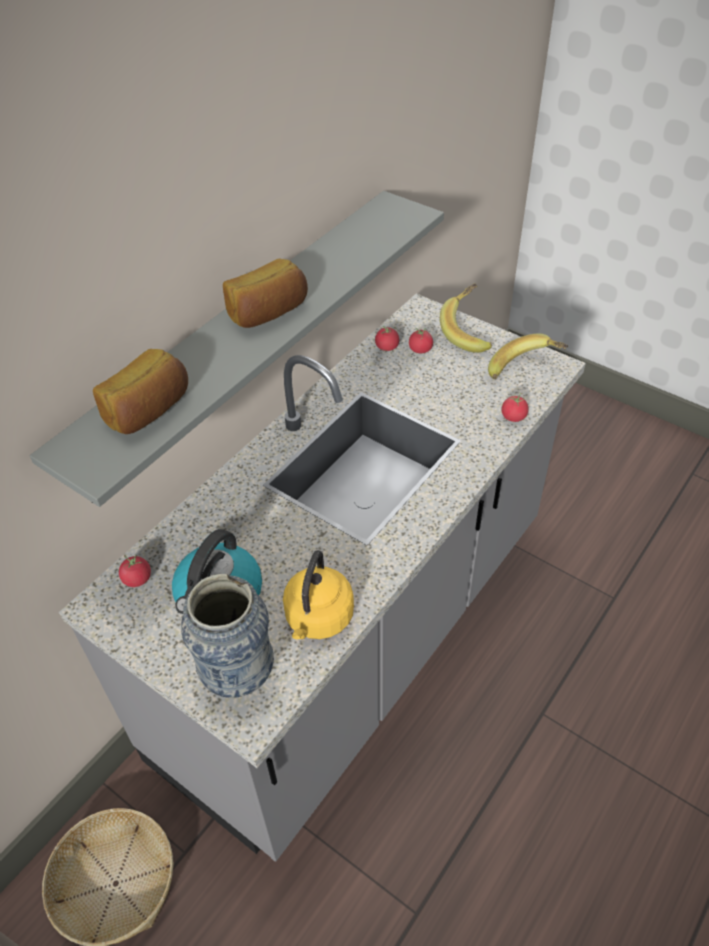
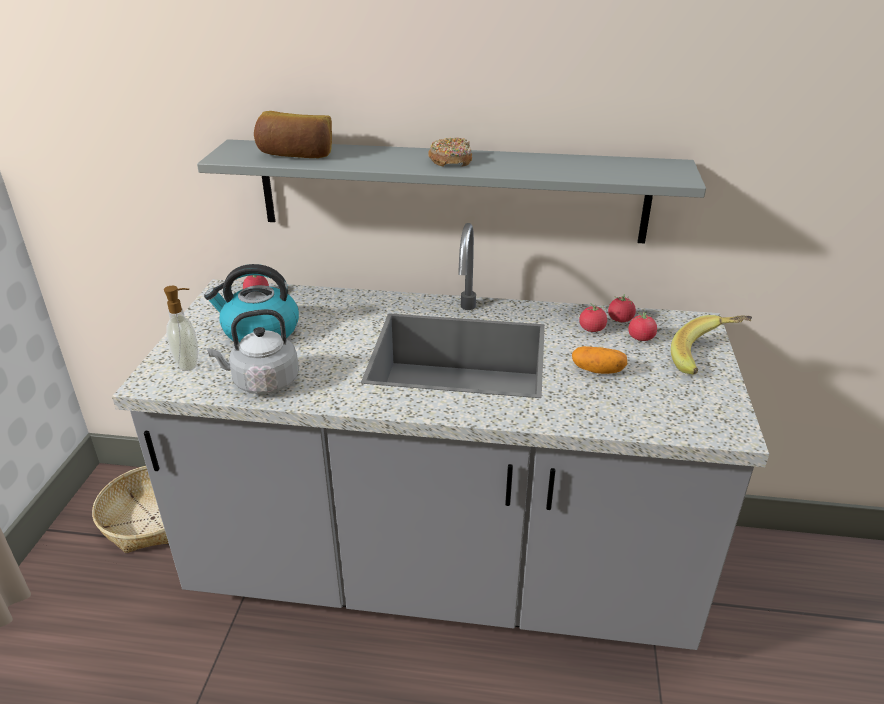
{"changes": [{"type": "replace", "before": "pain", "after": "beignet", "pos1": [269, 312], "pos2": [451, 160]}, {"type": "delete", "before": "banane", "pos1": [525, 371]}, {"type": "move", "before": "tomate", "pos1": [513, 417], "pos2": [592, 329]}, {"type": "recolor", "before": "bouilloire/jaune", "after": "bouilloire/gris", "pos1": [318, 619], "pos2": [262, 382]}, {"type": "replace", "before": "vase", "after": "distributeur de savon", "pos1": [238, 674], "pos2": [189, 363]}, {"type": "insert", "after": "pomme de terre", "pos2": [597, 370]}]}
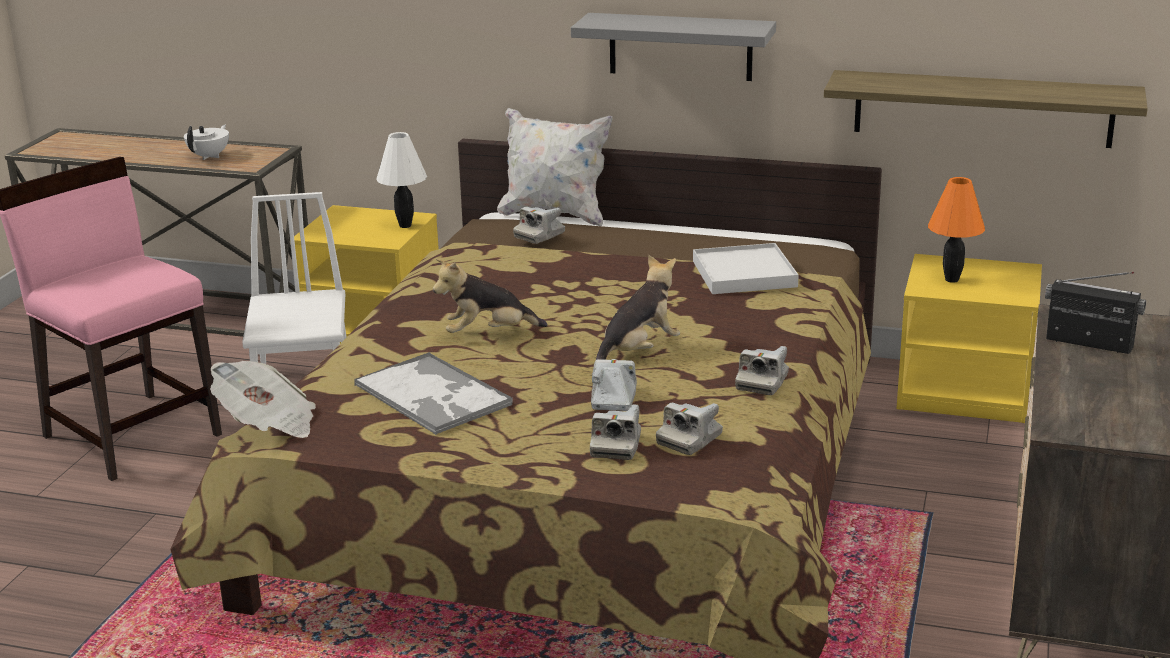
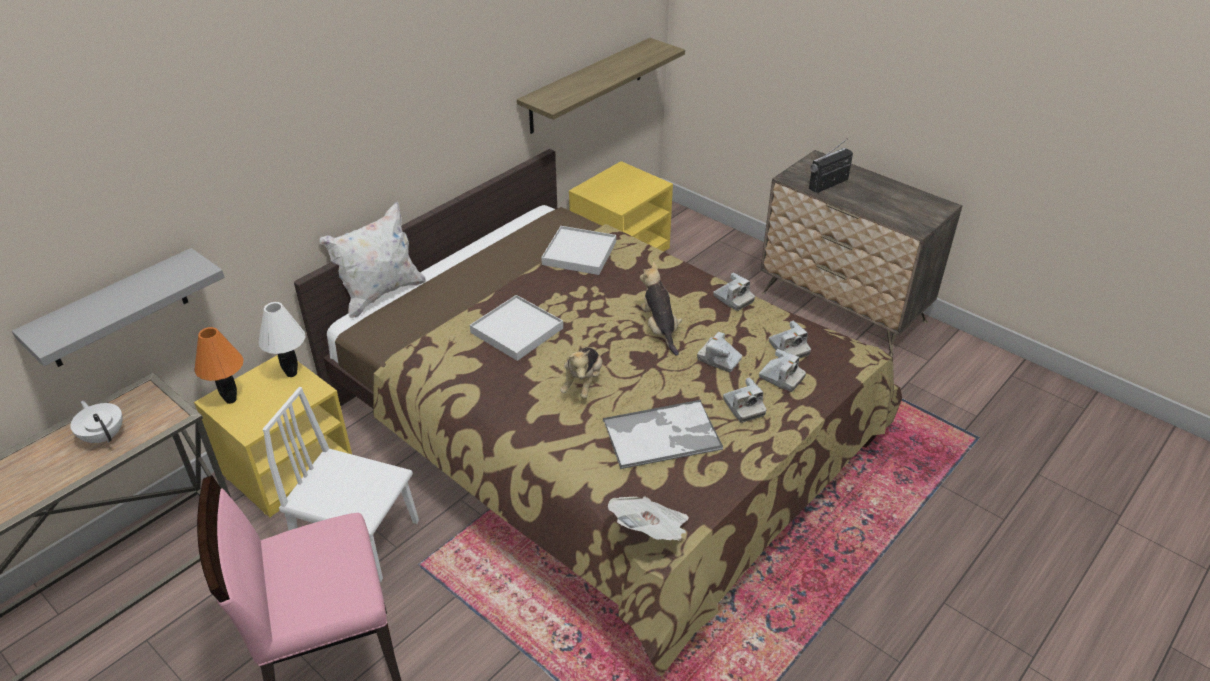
{"changes": [{"type": "move", "before": "étagère/gris", "pos1": [680, 46], "pos2": [115, 310]}, {"type": "move", "before": "lampe de table/orange", "pos1": [952, 280], "pos2": [231, 400]}, {"type": "move", "before": "appareil photo", "pos1": [539, 235], "pos2": [743, 407]}, {"type": "insert", "after": "plateau/blanc", "pos2": [517, 330]}]}
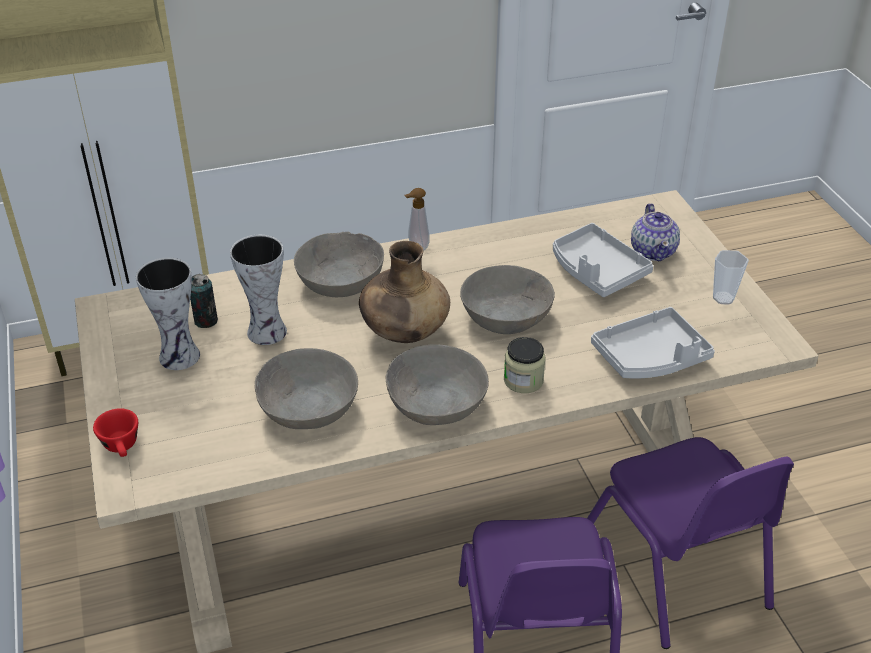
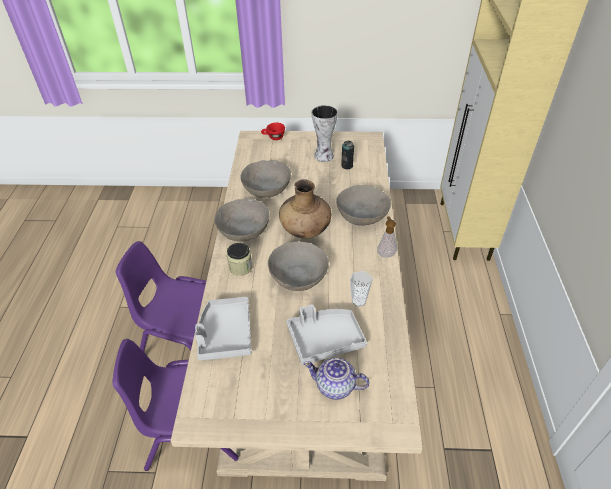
{"changes": [{"type": "delete", "before": "vase", "pos1": [266, 333]}, {"type": "move", "before": "tasse", "pos1": [723, 298], "pos2": [359, 301]}]}
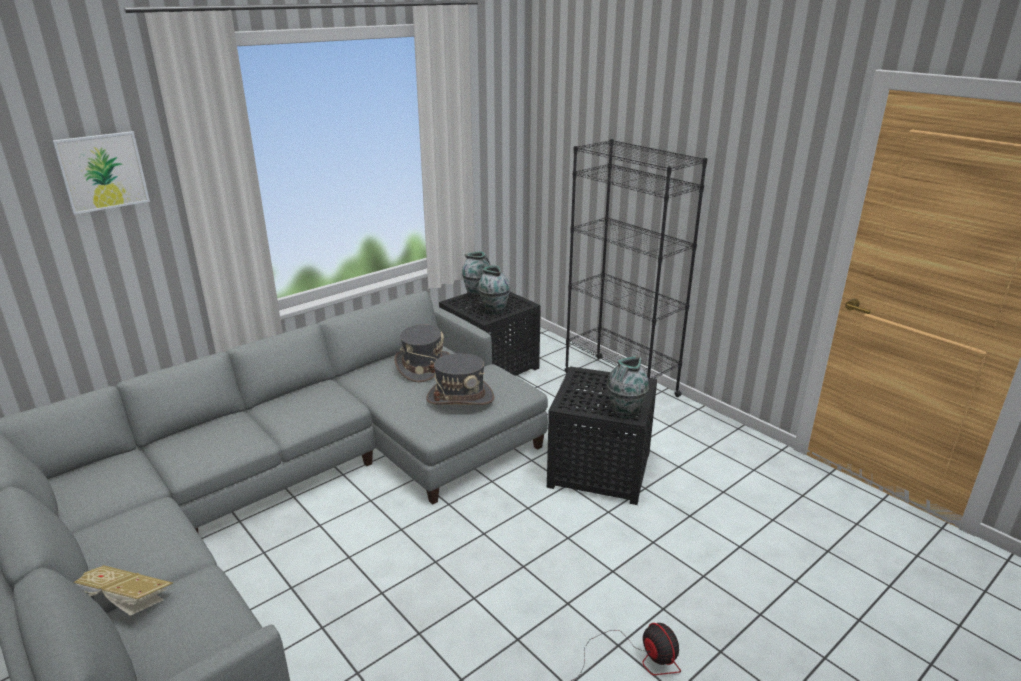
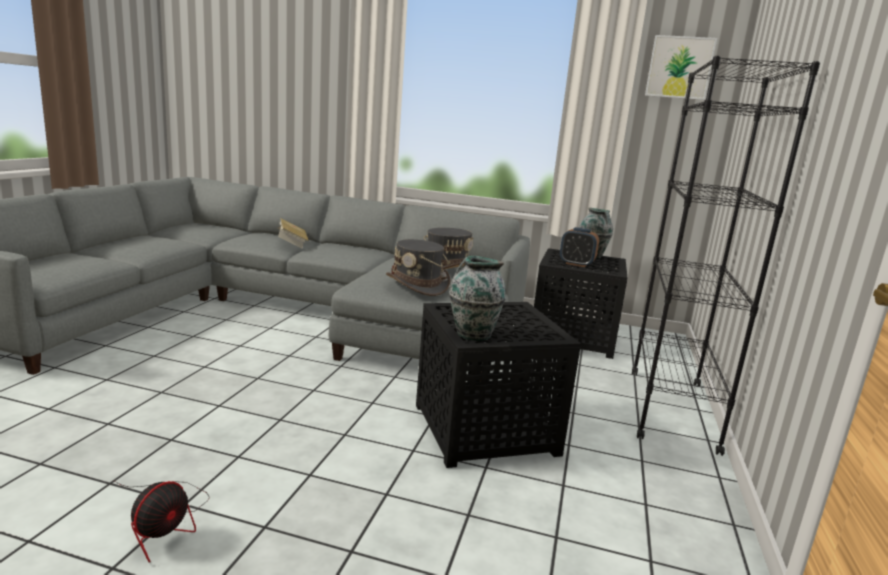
{"changes": [{"type": "move", "before": "tableau", "pos1": [102, 172], "pos2": [679, 67]}, {"type": "replace", "before": "vase", "after": "réveil", "pos1": [494, 309], "pos2": [576, 264]}, {"type": "move", "before": "livre", "pos1": [123, 603], "pos2": [292, 243]}]}
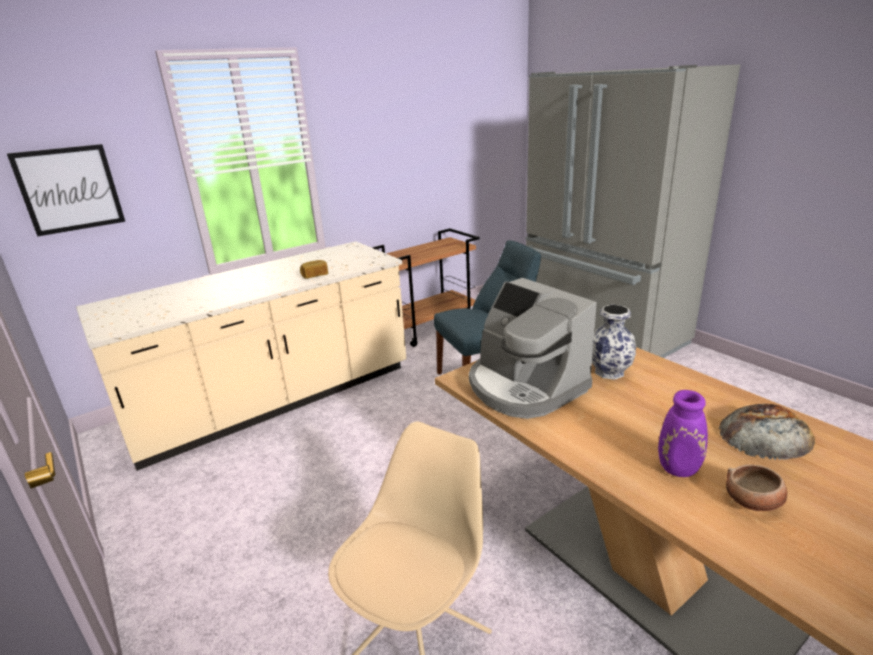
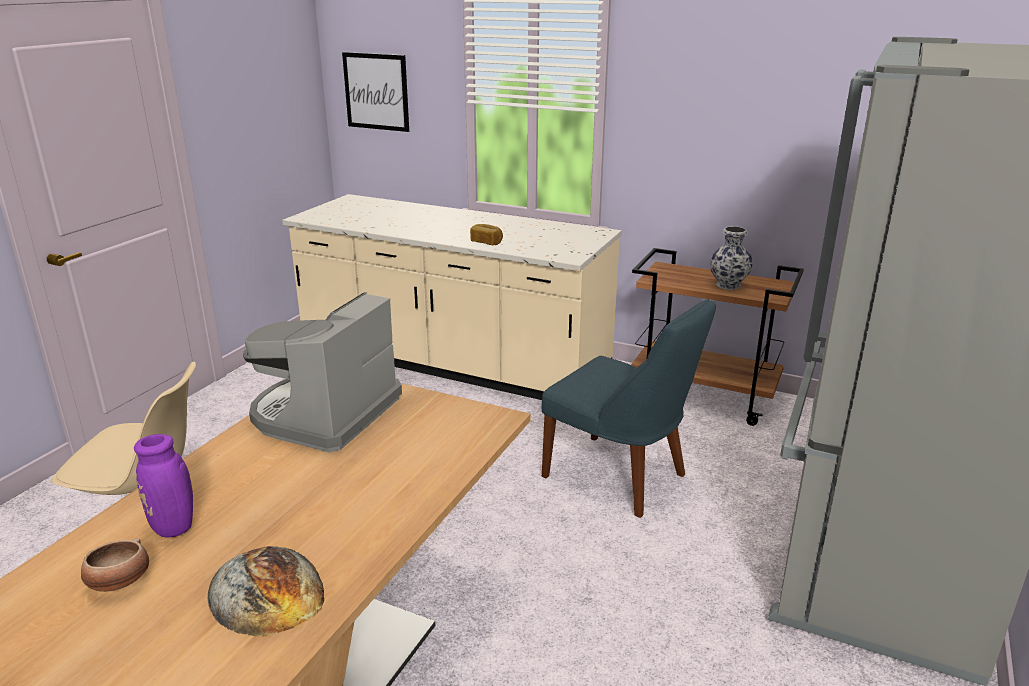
{"changes": [{"type": "move", "before": "vase", "pos1": [610, 372], "pos2": [728, 285]}]}
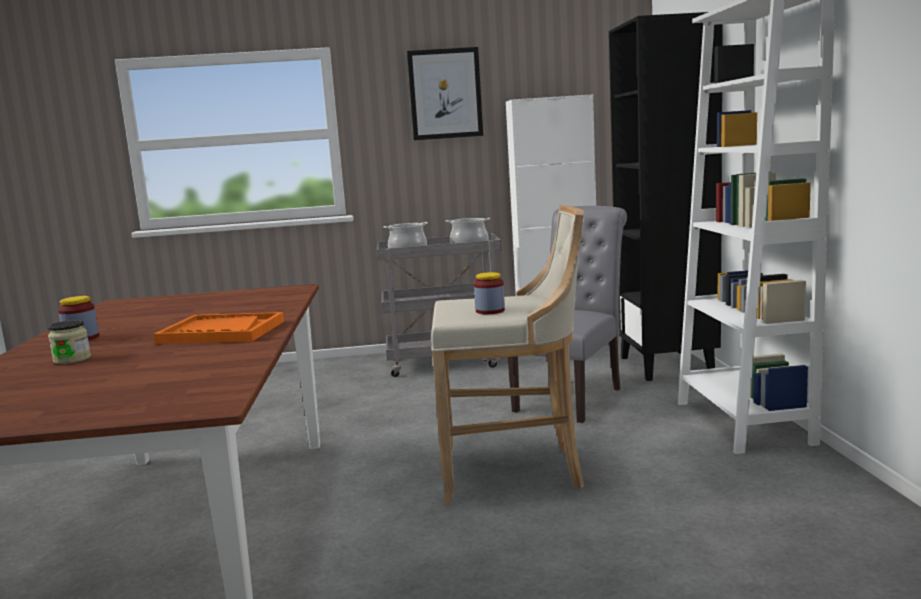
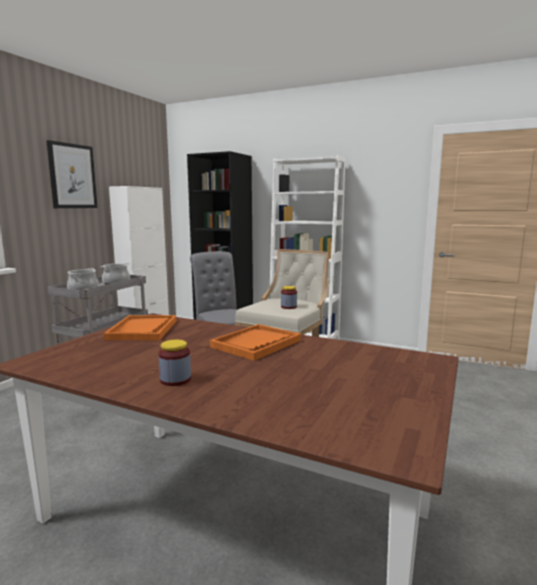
{"changes": [{"type": "delete", "before": "bocal", "pos1": [72, 359]}, {"type": "insert", "after": "plateau/orange", "pos2": [143, 330]}]}
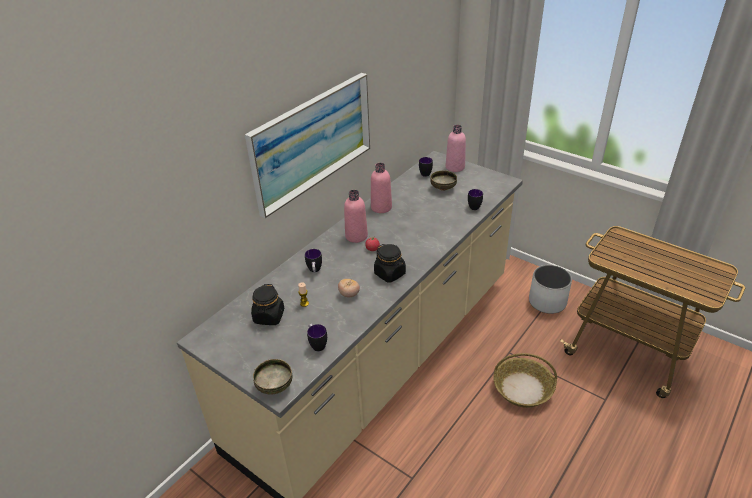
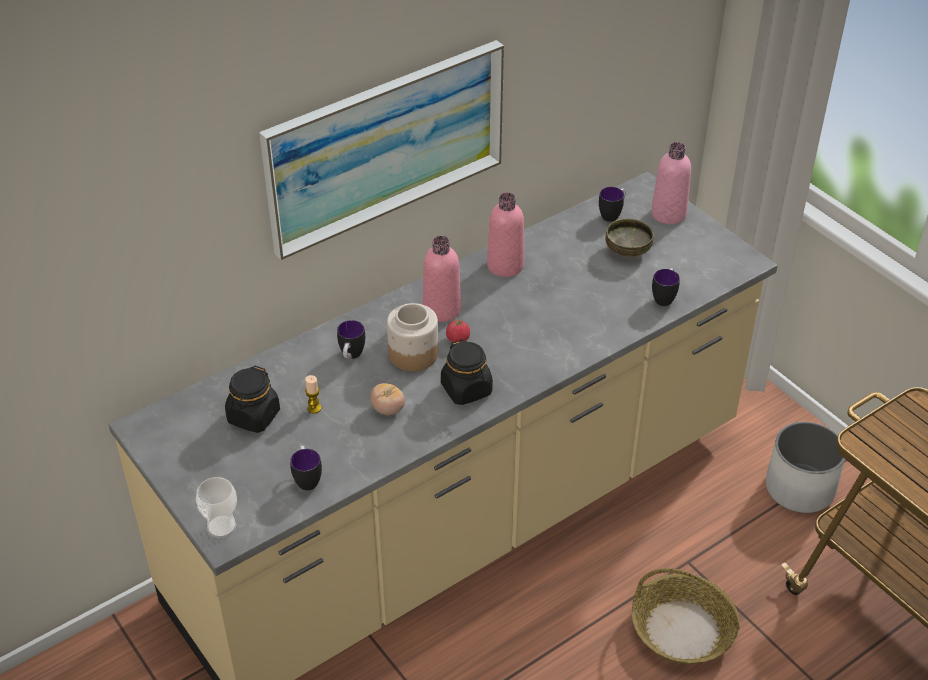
{"changes": [{"type": "replace", "before": "bol", "after": "tasse", "pos1": [274, 386], "pos2": [221, 526]}, {"type": "insert", "after": "bocal", "pos2": [412, 354]}]}
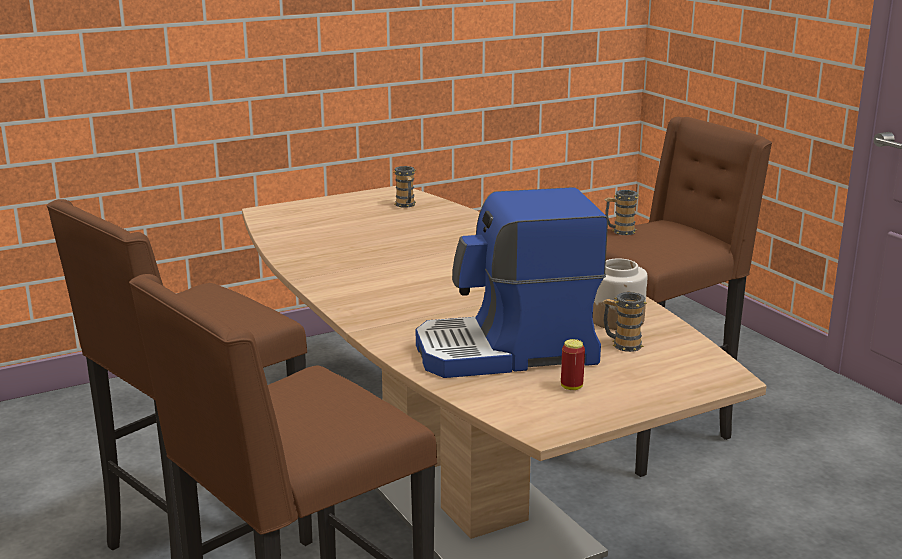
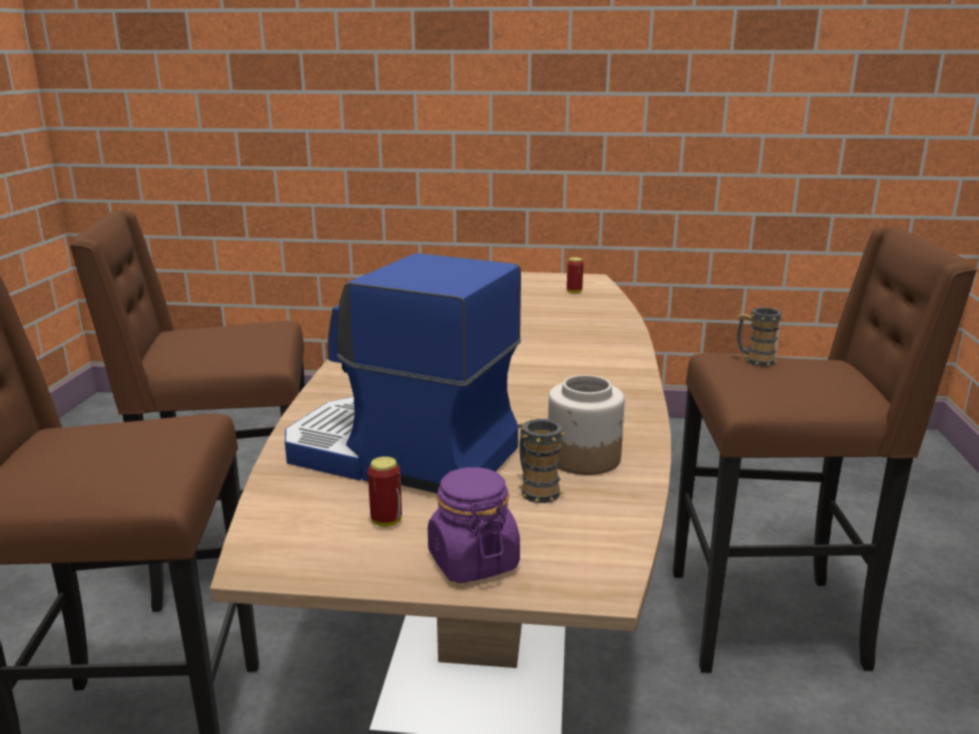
{"changes": [{"type": "replace", "before": "mug", "after": "boîte métallique", "pos1": [406, 205], "pos2": [574, 292]}, {"type": "insert", "after": "bocal/violet", "pos2": [472, 561]}]}
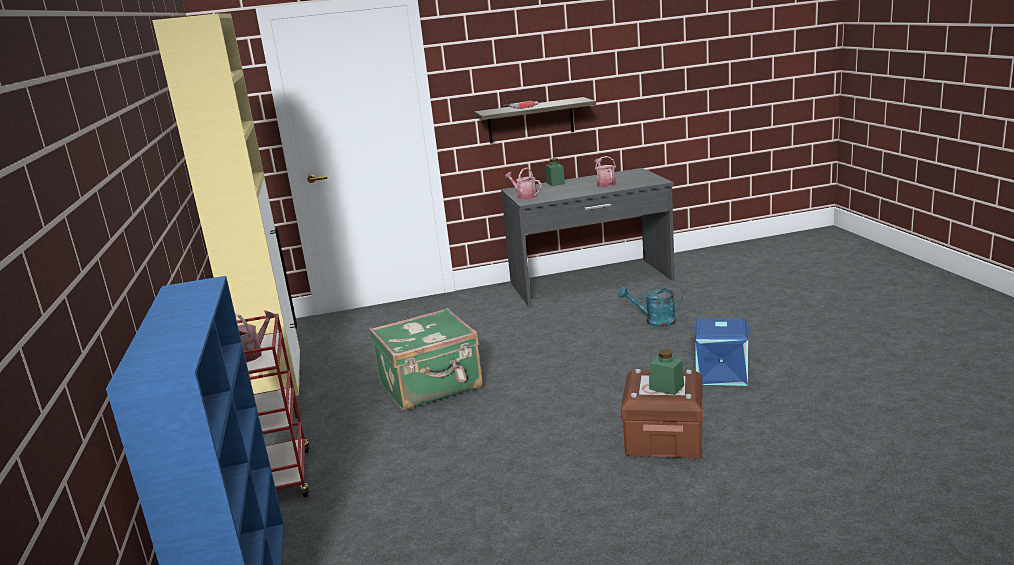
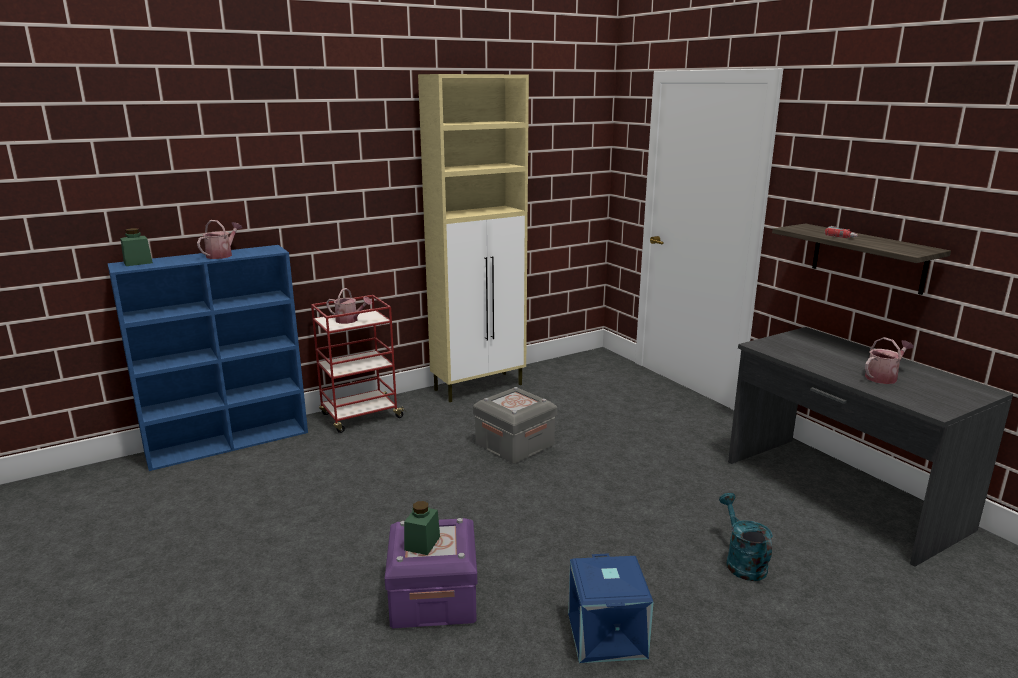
{"changes": [{"type": "move", "before": "bocal/vert", "pos1": [555, 183], "pos2": [138, 262]}, {"type": "move", "before": "arrosoir", "pos1": [524, 196], "pos2": [222, 255]}, {"type": "replace", "before": "valise/vert", "after": "boîte de rangement/gris", "pos1": [431, 386], "pos2": [515, 444]}, {"type": "recolor", "before": "boîte de rangement/marron", "after": "boîte de rangement/violet", "pos1": [664, 438], "pos2": [433, 598]}]}
